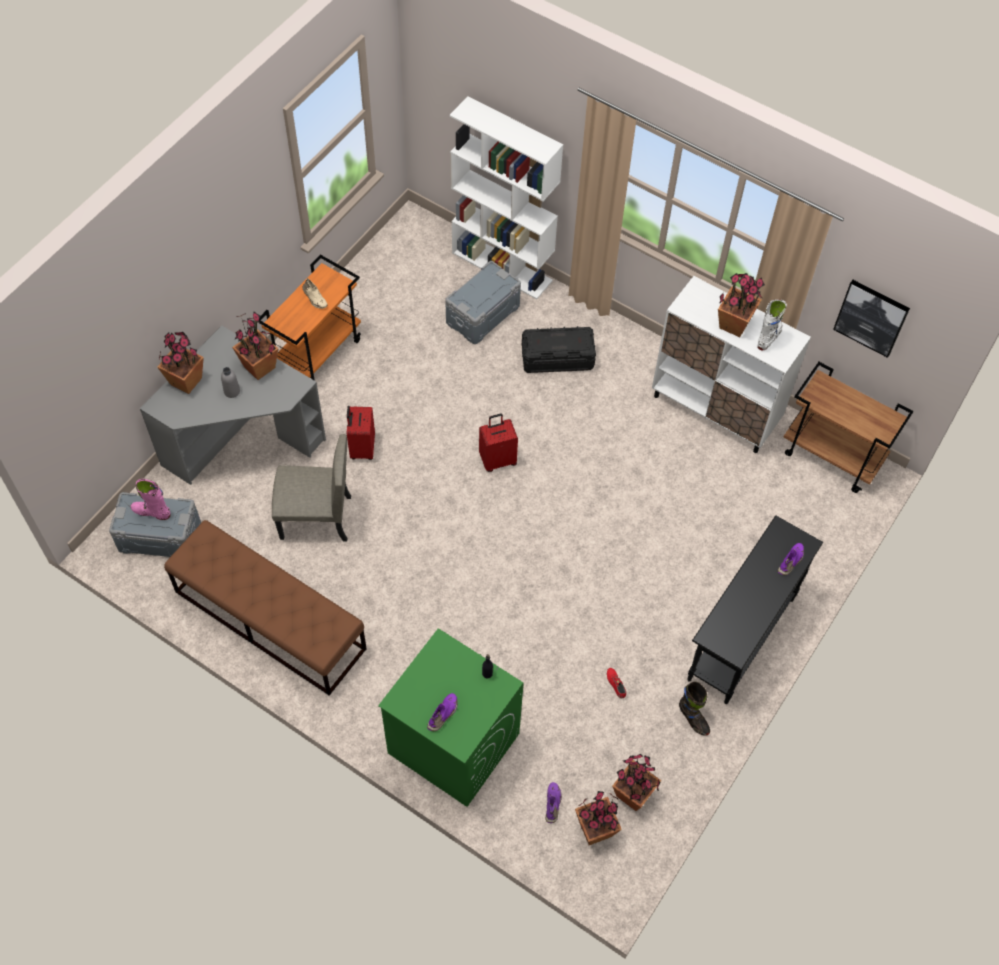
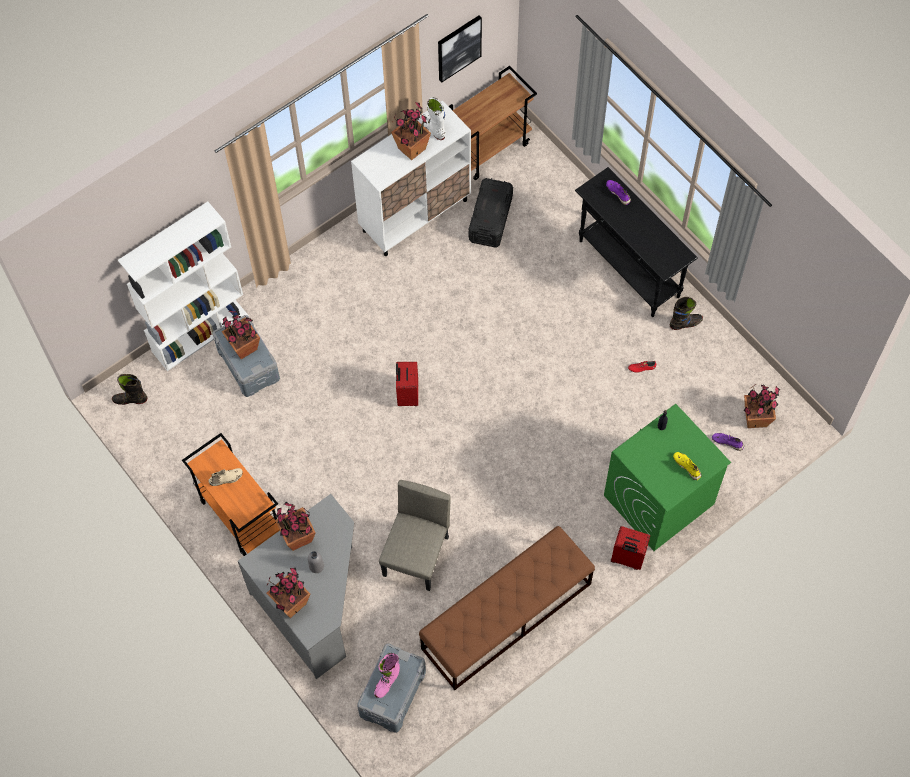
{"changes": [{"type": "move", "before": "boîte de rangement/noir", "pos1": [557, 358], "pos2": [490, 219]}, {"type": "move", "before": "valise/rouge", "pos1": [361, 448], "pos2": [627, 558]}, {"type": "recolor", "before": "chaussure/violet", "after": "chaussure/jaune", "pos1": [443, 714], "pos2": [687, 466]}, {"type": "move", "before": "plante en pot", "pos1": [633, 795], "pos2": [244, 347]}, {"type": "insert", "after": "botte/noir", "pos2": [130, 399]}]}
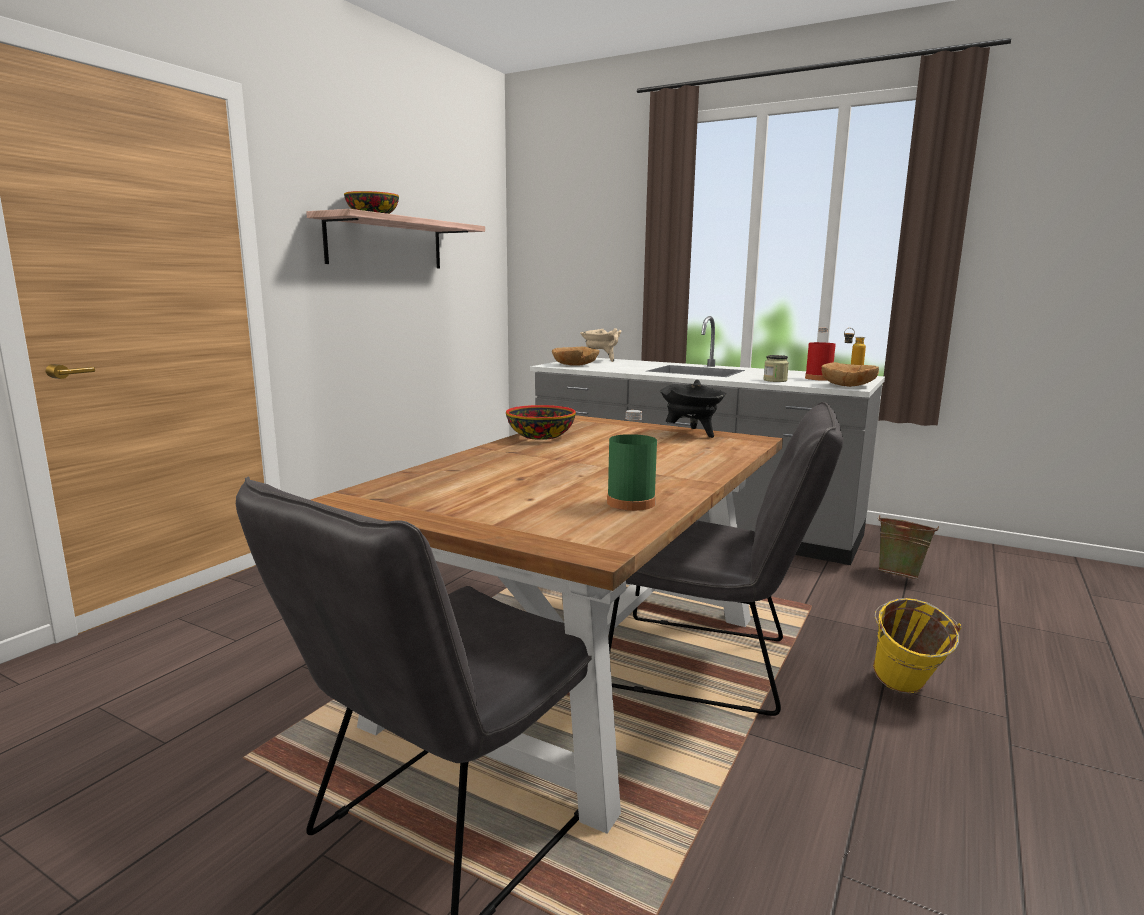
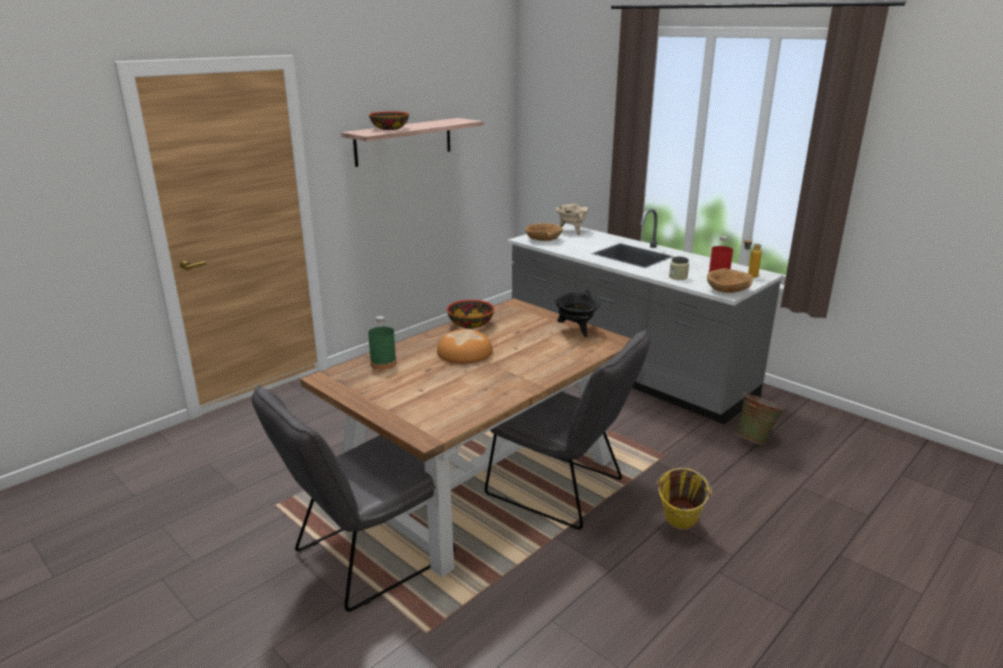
{"changes": [{"type": "move", "before": "bouteille/vert", "pos1": [631, 503], "pos2": [383, 363]}, {"type": "insert", "after": "pain", "pos2": [464, 353]}]}
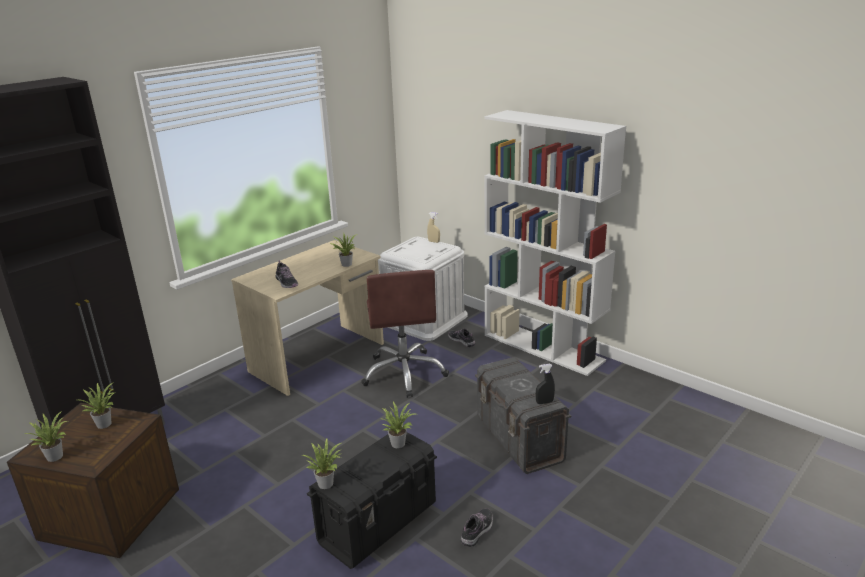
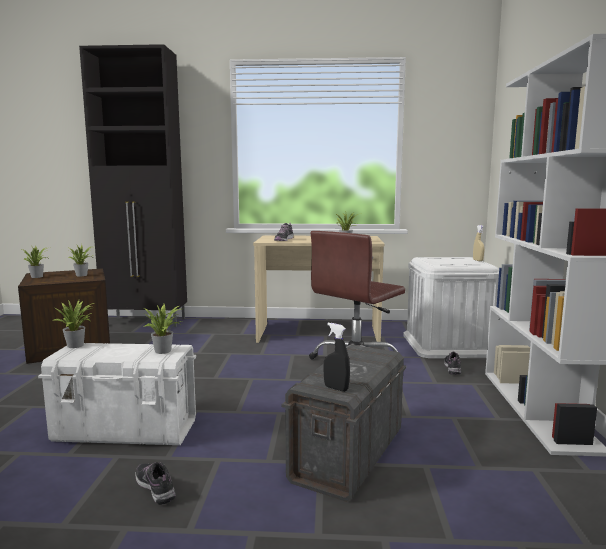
{"changes": [{"type": "recolor", "before": "boîte de rangement/noir", "after": "boîte de rangement/blanc", "pos1": [379, 523], "pos2": [126, 430]}, {"type": "rotate", "before": "chaussure", "pos1": [477, 530], "pos2": [155, 487], "turn": -120}]}
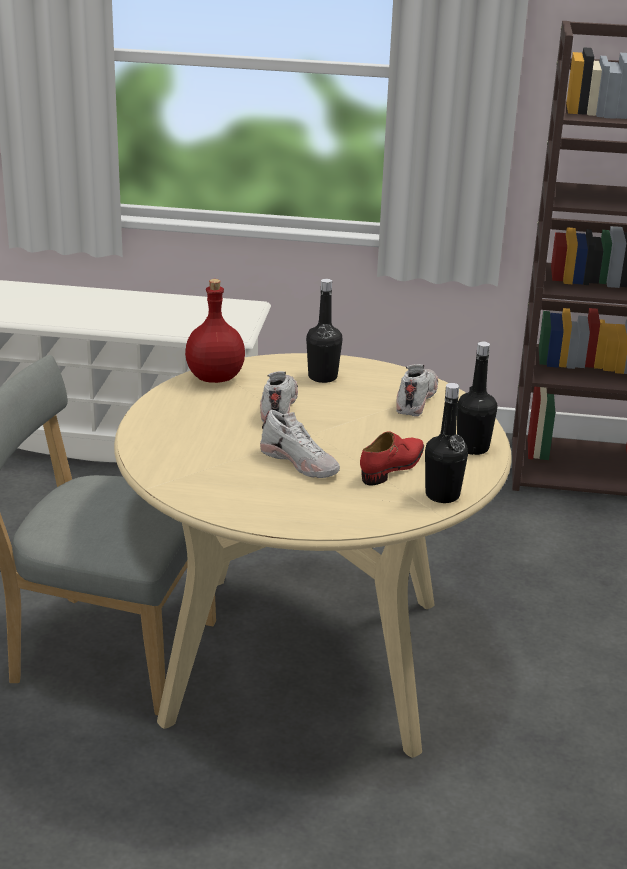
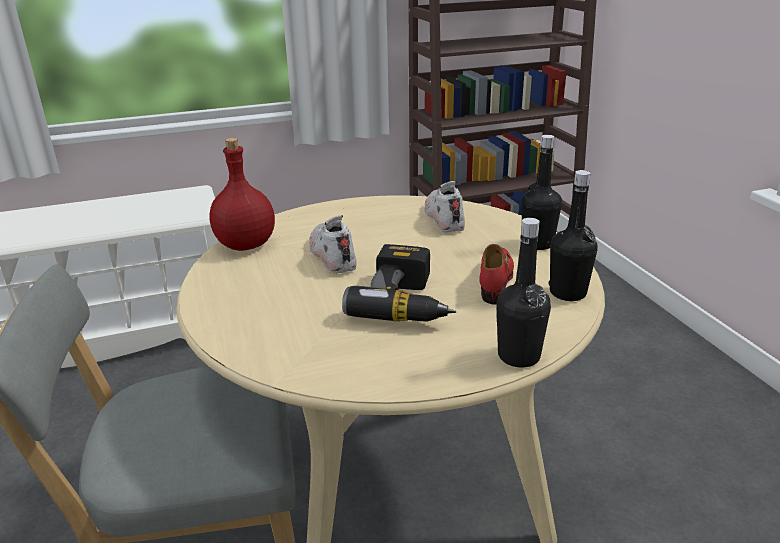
{"changes": [{"type": "move", "before": "bouteille/noir", "pos1": [322, 377], "pos2": [518, 356]}, {"type": "replace", "before": "chaussure/blanc", "after": "perceuse", "pos1": [300, 462], "pos2": [408, 301]}]}
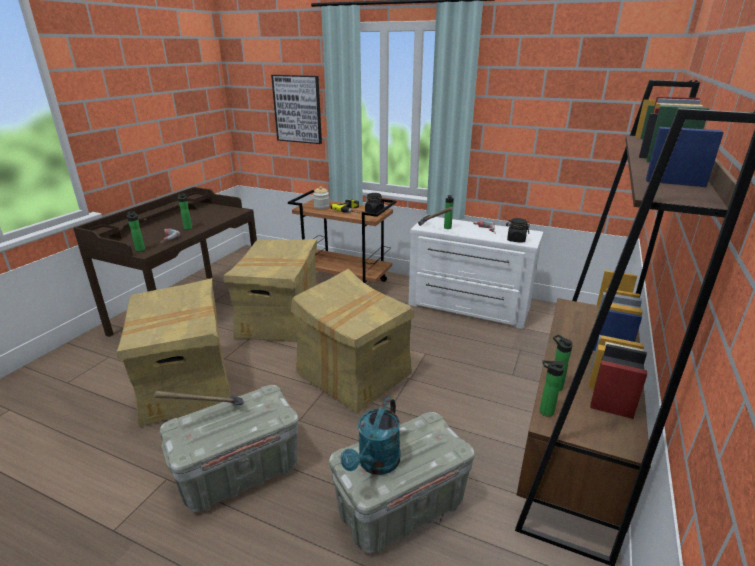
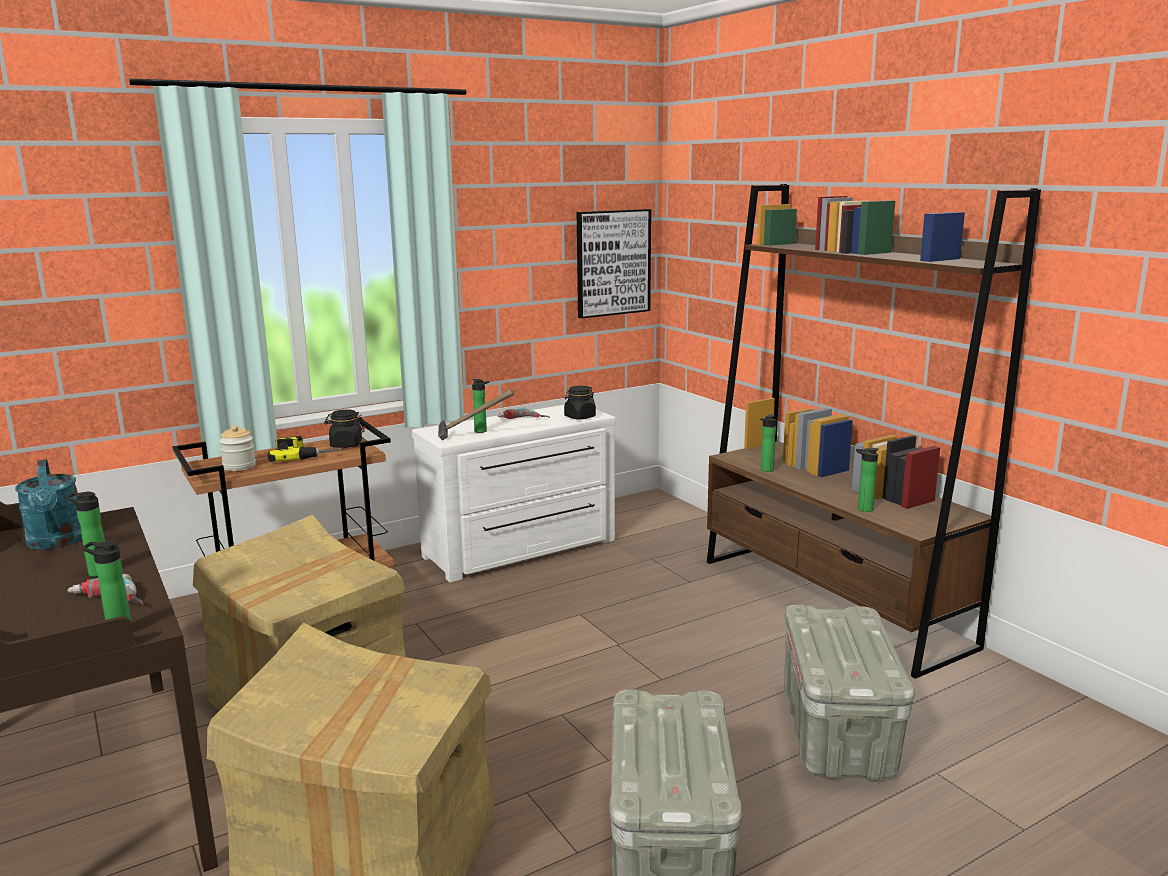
{"changes": [{"type": "move", "before": "tableau", "pos1": [298, 109], "pos2": [612, 262]}, {"type": "delete", "before": "carton", "pos1": [353, 373]}, {"type": "move", "before": "bouteille", "pos1": [544, 411], "pos2": [766, 470]}, {"type": "delete", "before": "marteau", "pos1": [208, 418]}, {"type": "move", "before": "arrosoir/turquoise", "pos1": [375, 464], "pos2": [57, 542]}]}
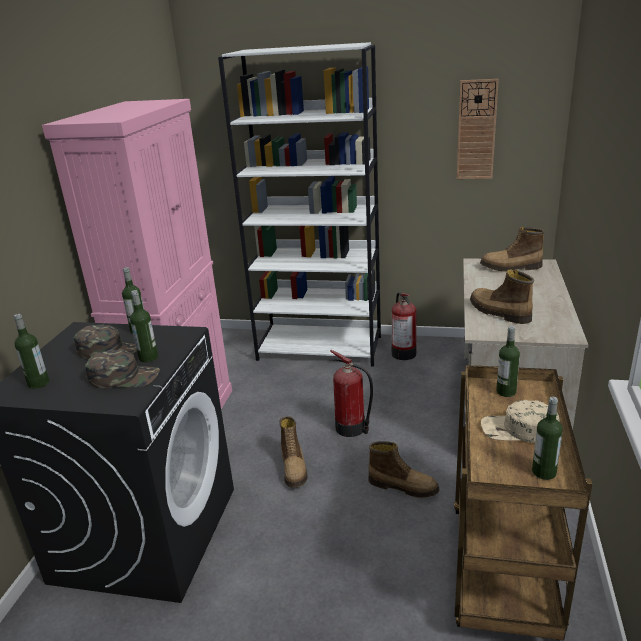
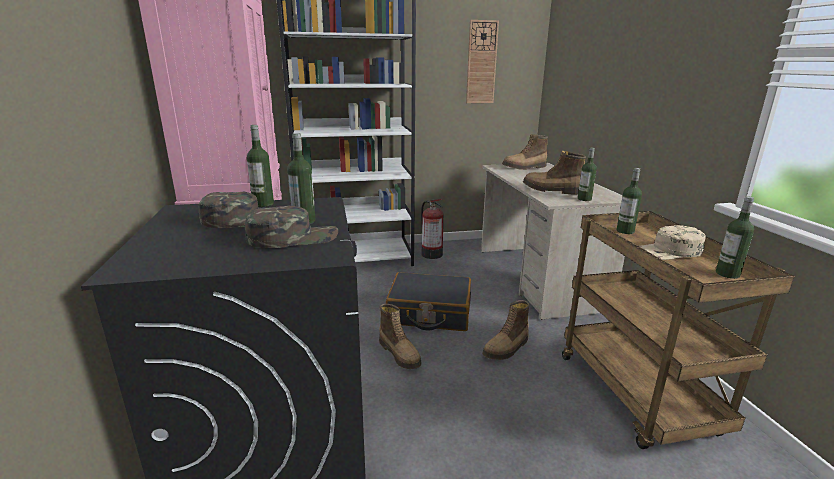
{"changes": [{"type": "move", "before": "bouteille", "pos1": [38, 383], "pos2": [584, 199]}, {"type": "replace", "before": "extincteur", "after": "valise/noir", "pos1": [352, 428], "pos2": [429, 313]}, {"type": "rotate", "before": "botte", "pos1": [403, 486], "pos2": [507, 348], "turn": 135}]}
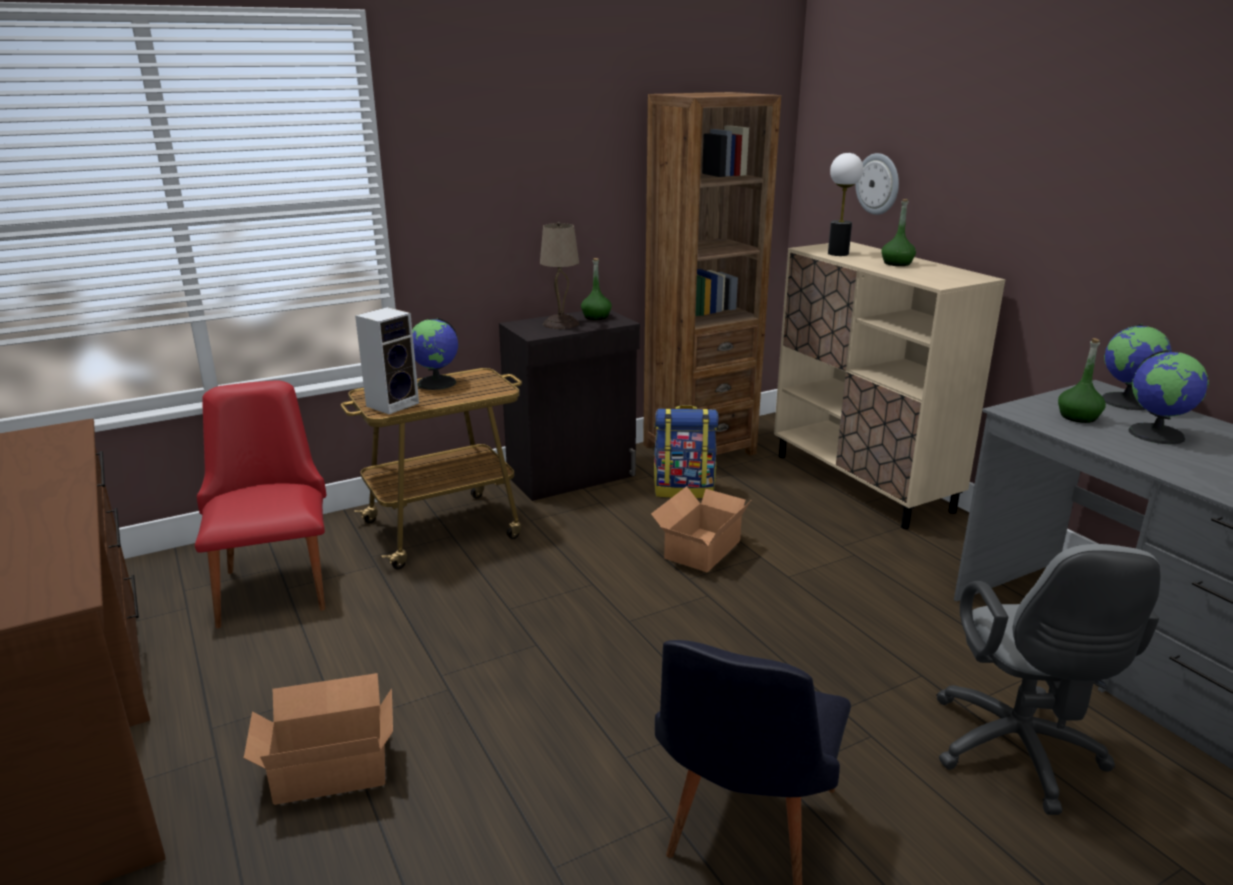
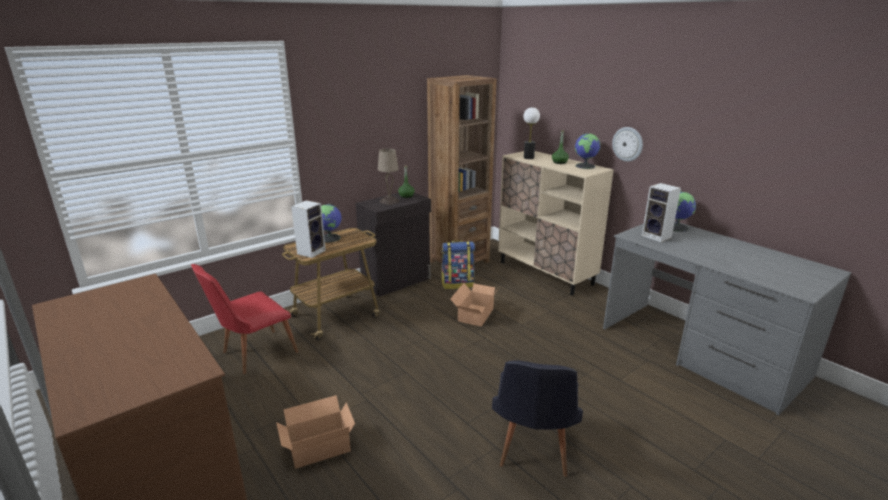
{"changes": [{"type": "move", "before": "horloge murale", "pos1": [878, 184], "pos2": [627, 144]}, {"type": "replace", "before": "bouteille/vert", "after": "enceinte", "pos1": [1078, 417], "pos2": [657, 237]}, {"type": "move", "before": "globe", "pos1": [1157, 434], "pos2": [585, 166]}, {"type": "rotate", "before": "chaise/rouge", "pos1": [275, 582], "pos2": [252, 354], "turn": -105}, {"type": "delete", "before": "chaise de bureau/gris", "pos1": [1018, 755]}]}
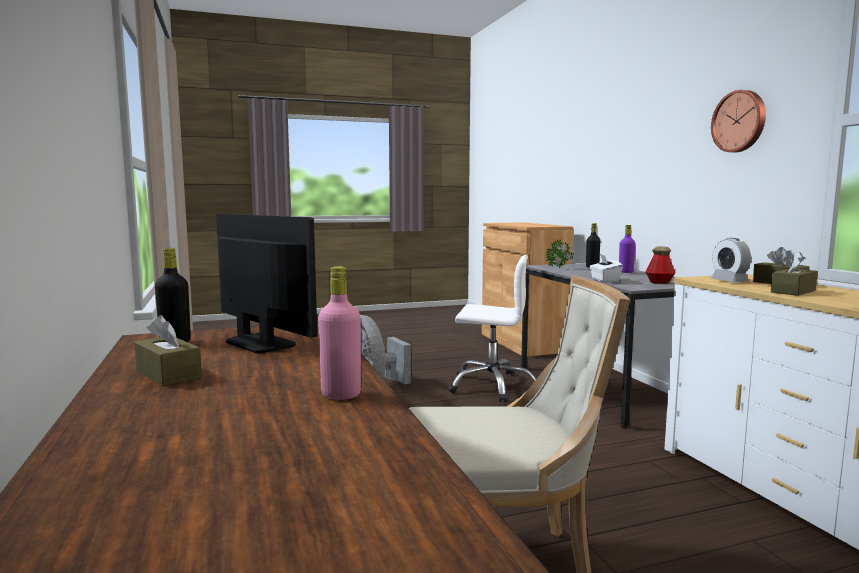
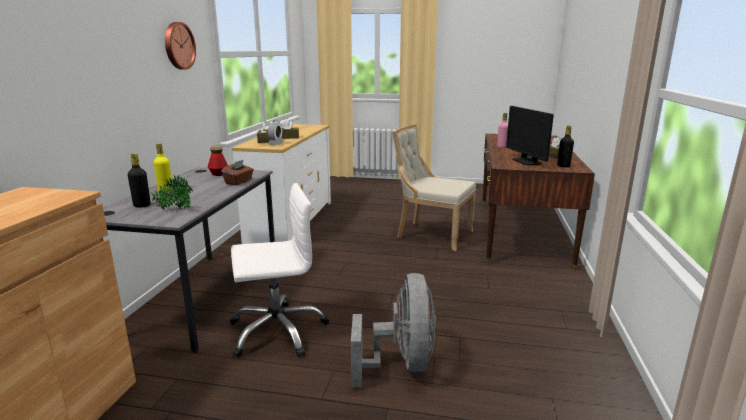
{"changes": [{"type": "recolor", "before": "bouteille/violet", "after": "bouteille/jaune", "pos1": [626, 272], "pos2": [165, 191]}, {"type": "recolor", "before": "boîte à mouchoirs/blanc", "after": "boîte à mouchoirs/marron", "pos1": [604, 280], "pos2": [239, 182]}, {"type": "rotate", "before": "chaise de bureau/blanc", "pos1": [492, 386], "pos2": [277, 331], "turn": 120}]}
